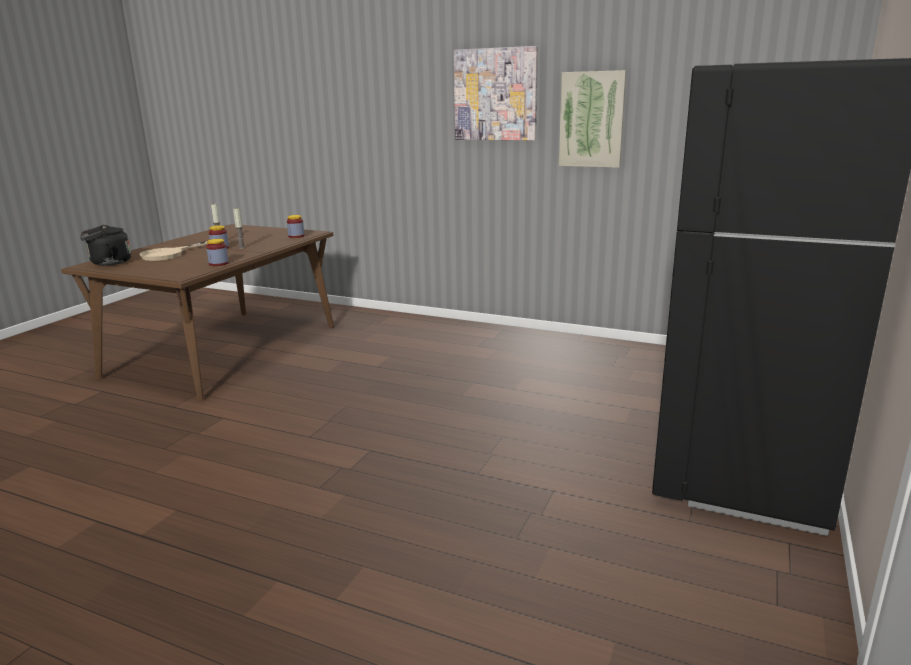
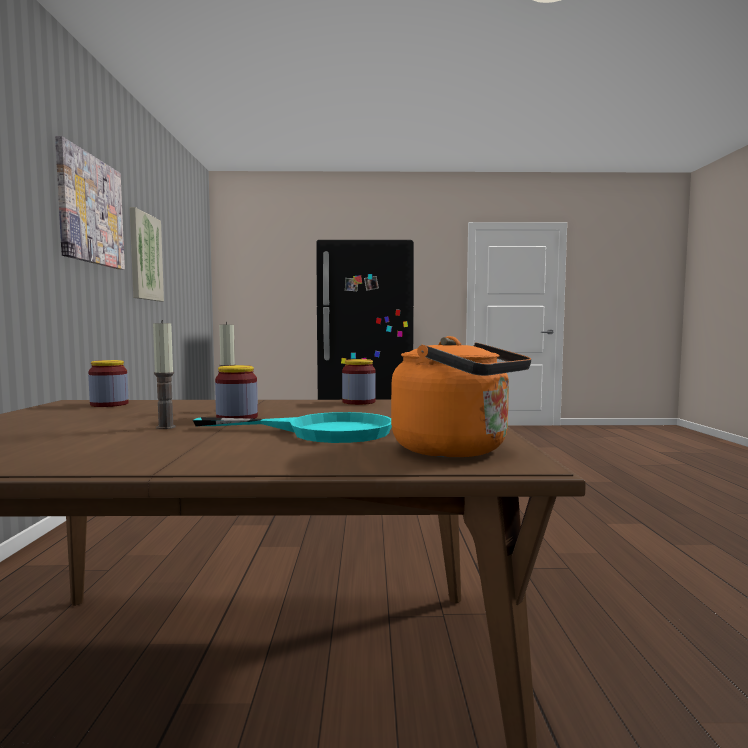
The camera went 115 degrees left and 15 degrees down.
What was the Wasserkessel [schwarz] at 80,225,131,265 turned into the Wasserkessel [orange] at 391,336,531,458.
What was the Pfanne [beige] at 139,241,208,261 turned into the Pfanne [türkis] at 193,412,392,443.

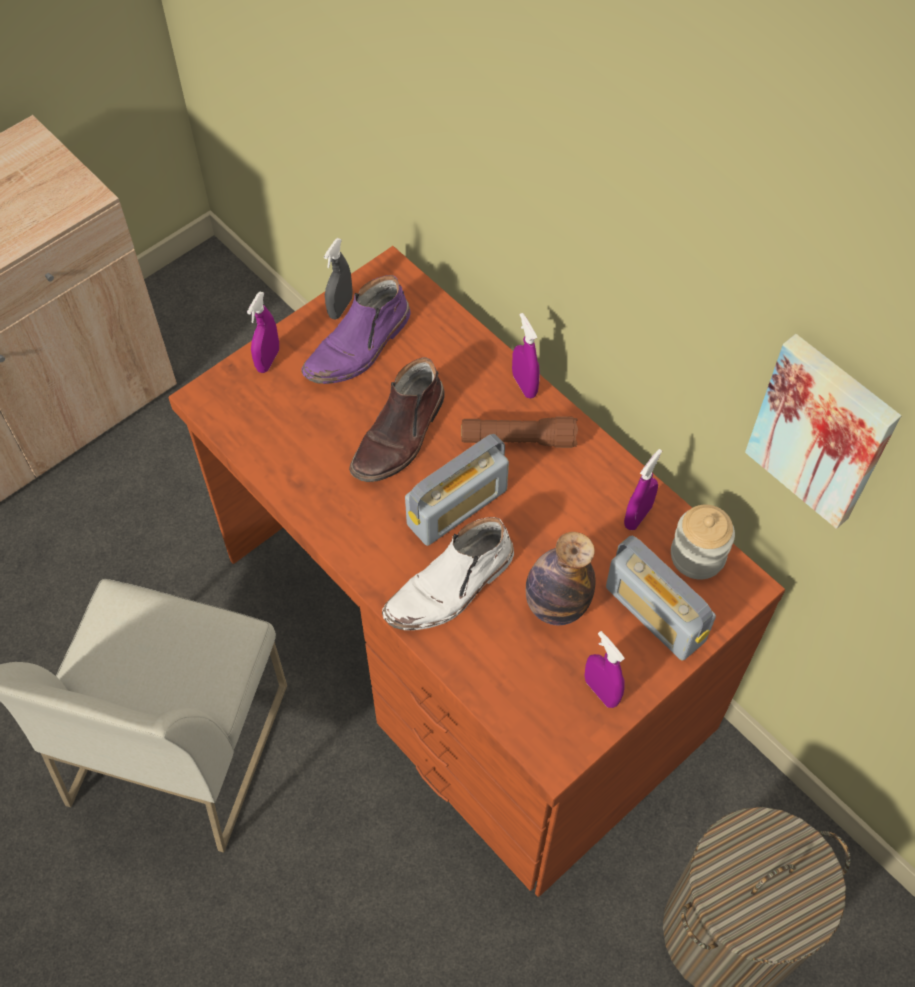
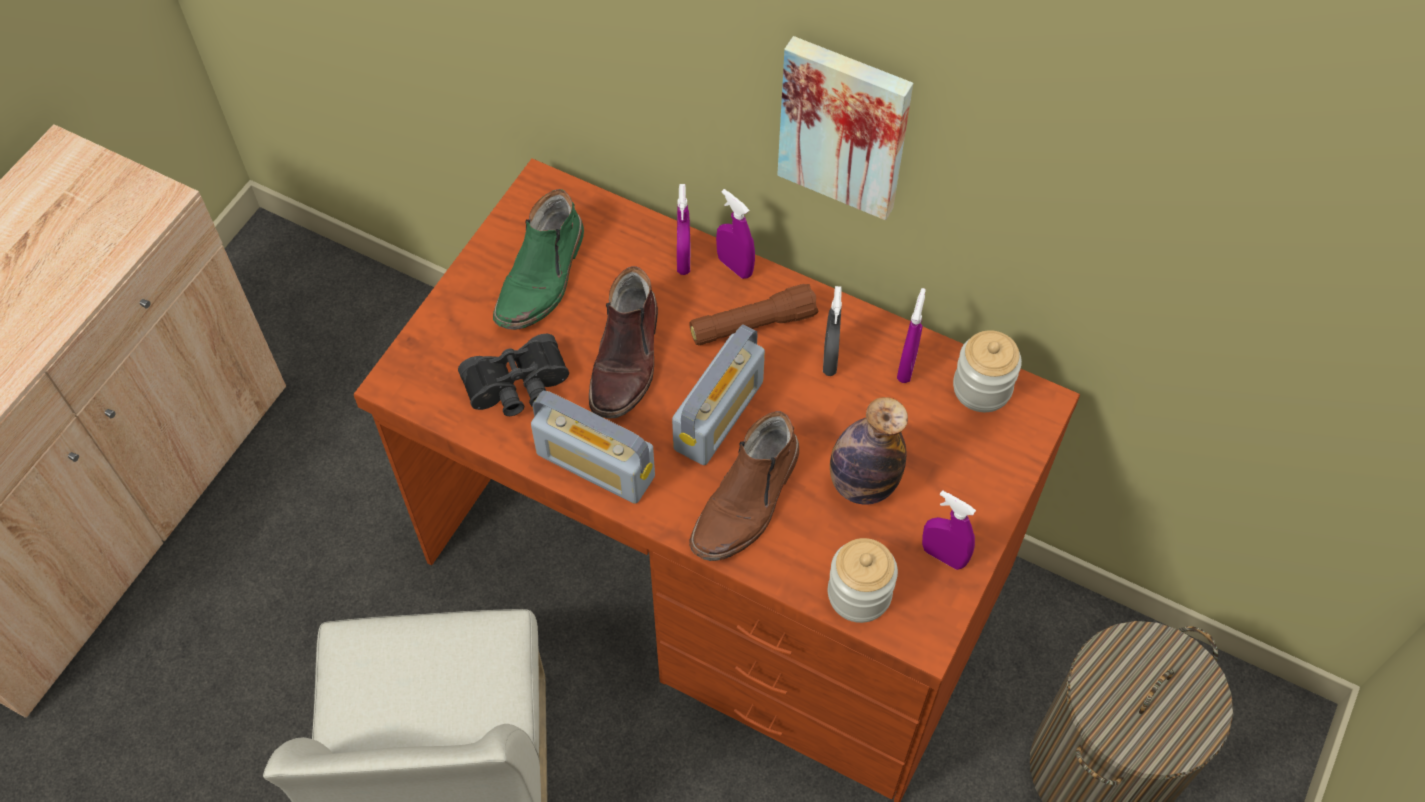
The camera went 20 degrees left and 0 degrees up.
The Sprühflasche [lila] ended up elsewhere, having gone from 247,291,279,373 to 677,184,691,275.
What was the Stiefel [lila] at 301,275,411,384 turned into the Stiefel [grün] at 493,189,584,330.
The Sprühflasche [grau] ended up elsewhere, having gone from 324,238,353,319 to 823,286,842,376.
What was the Stiefel [weiß] at 382,517,514,630 turned into the Stiefel [braun] at 689,411,799,561.
The Radio ended up elsewhere, having gone from 606,536,716,661 to 531,391,655,504.
The Bild ended up elsewhere, having gone from 745,334,901,529 to 777,36,913,220.
The second view gained the Fernglas [schwarz] at 458,334,569,416.
The second view gained the Vorratsglas at 828,538,898,623.

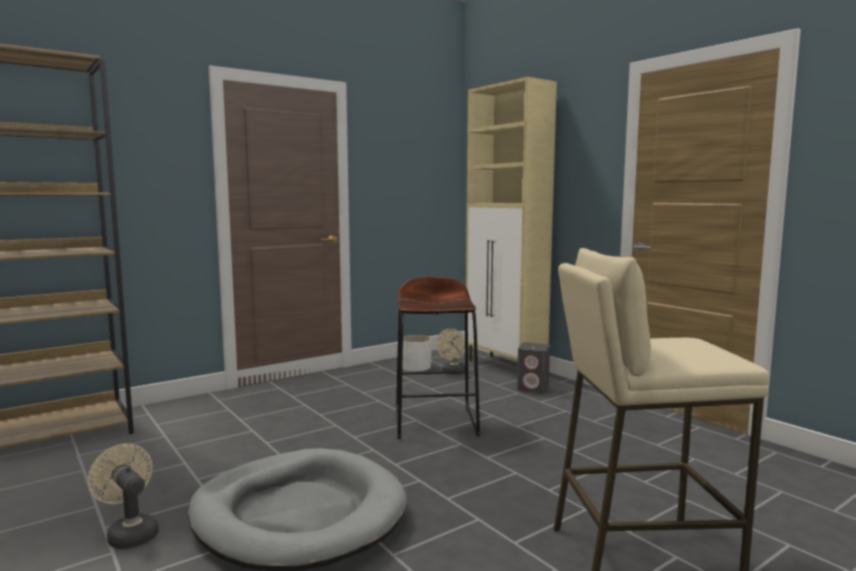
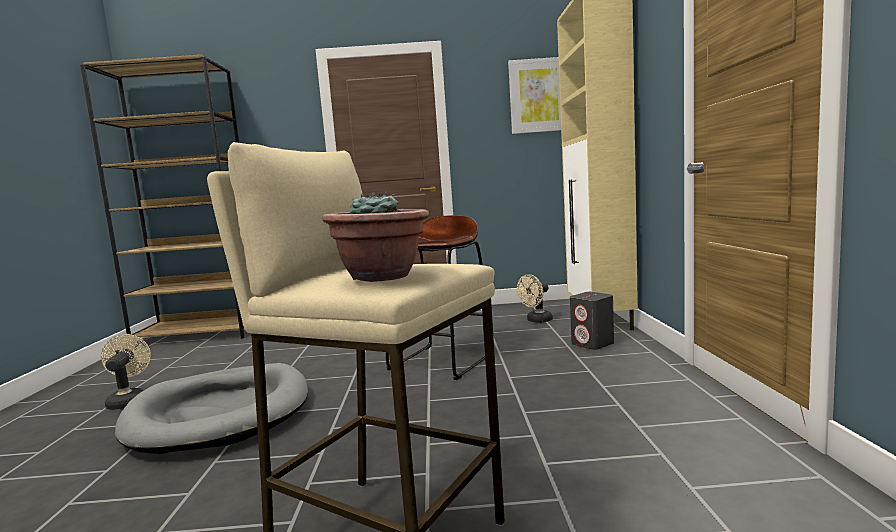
The camera went 35 degrees right and 0 degrees up.
The second view lost the Pflanzkübel [weiß] at 402,335,432,372.
The second view gained the Topfpflanze at 322,191,429,282.
The second view gained the Bild at 508,57,561,134.

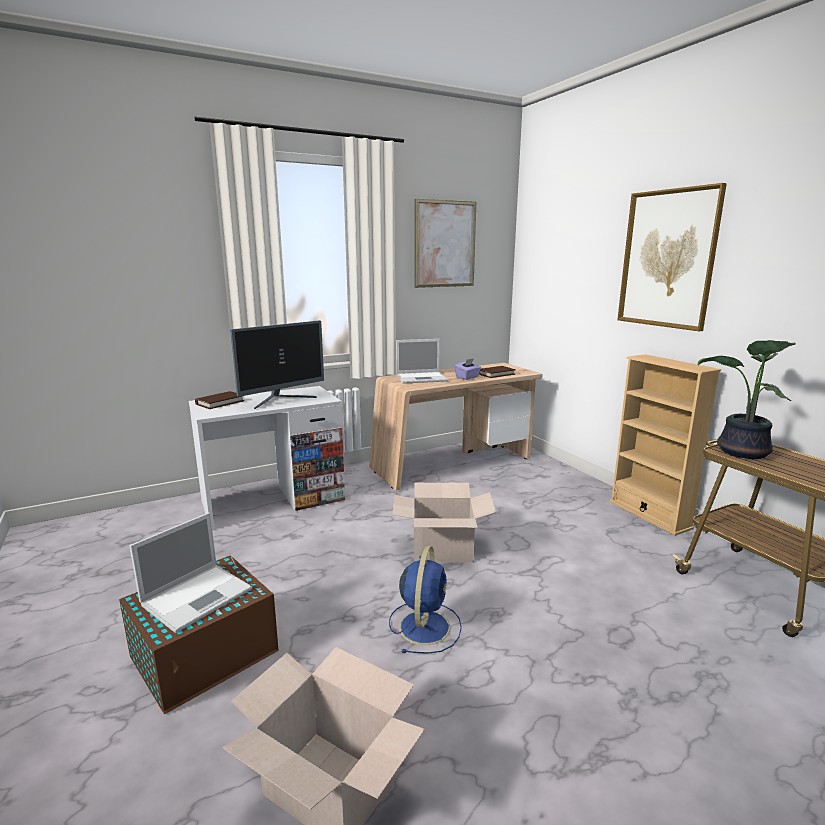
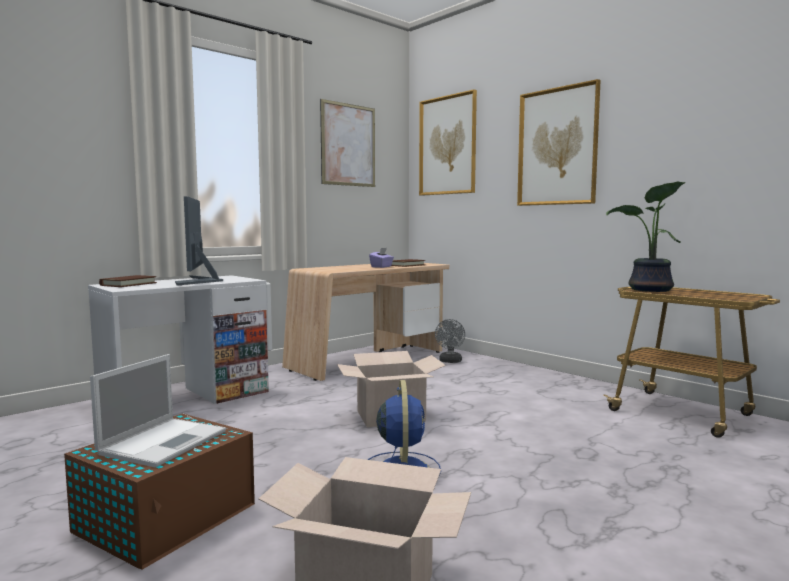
The camera went 15 degrees left and 10 degrees down.
The Monitor at 230,321,324,410 ended up facing another way, 135 degrees clockwise from before.
The second view lost the Laptop at 396,339,448,384.
The second view lost the Bücherregal [beige] at 609,354,721,536.
The second view gained the Bild at 419,89,477,196.
The second view gained the Ventilator [grau] at 435,319,465,363.

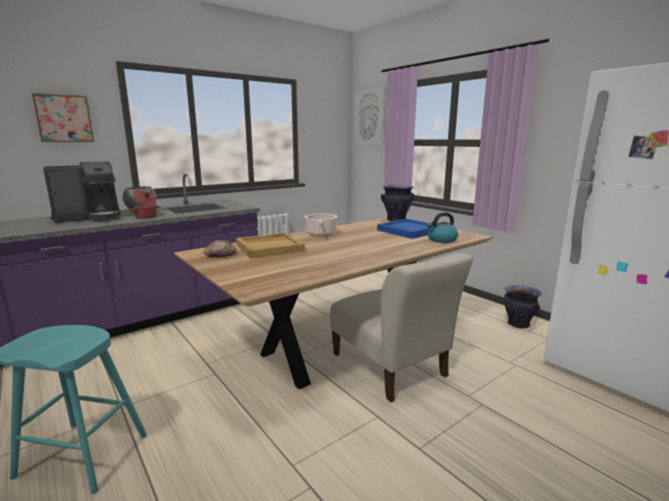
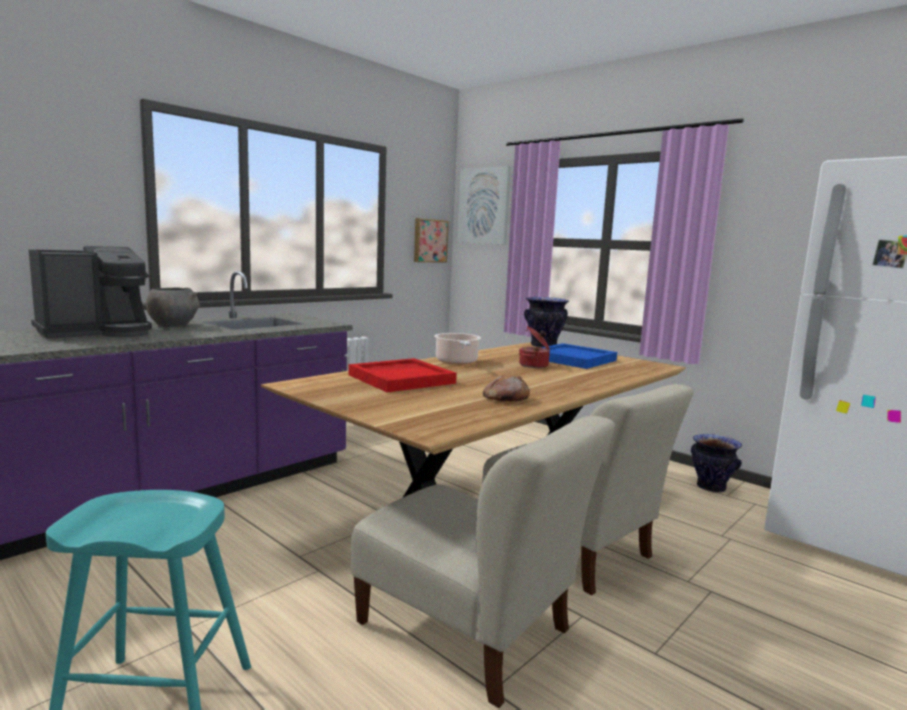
The camera went 10 degrees left and 5 degrees down.
The Bild ended up elsewhere, having gone from 32,93,94,142 to 414,218,449,263.
The Kochtopf ended up elsewhere, having gone from 130,190,160,219 to 519,326,550,368.
The Brot ended up elsewhere, having gone from 203,240,237,257 to 483,376,530,402.
What was the Tablett [beige] at 236,233,305,259 turned into the Tablett [rot] at 348,358,457,393.
The second view lost the Wasserkessel at 427,212,458,243.
The second view gained the Stuhl [beige] at 351,416,615,708.

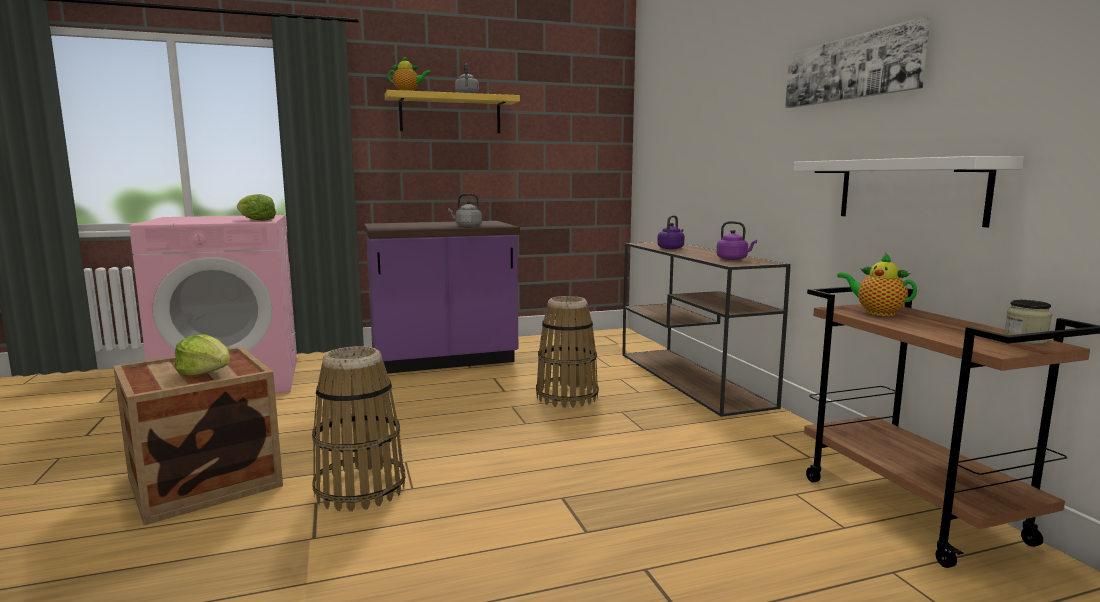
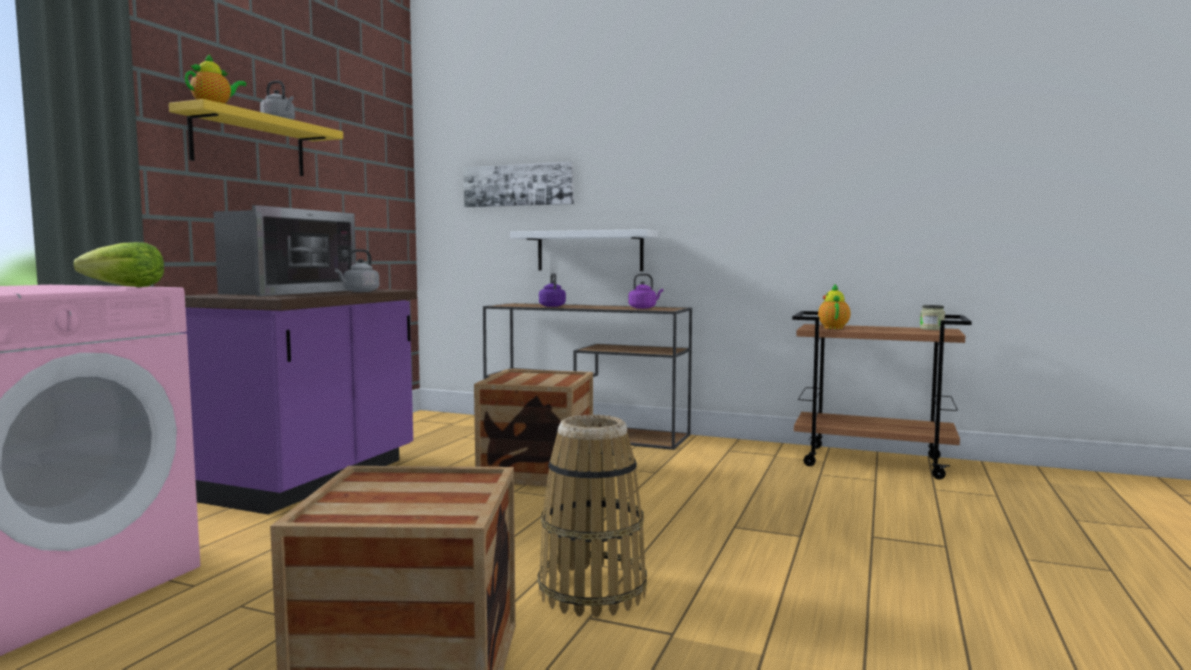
The camera went 50 degrees left and 5 degrees down.
The second view lost the Salatkopf at 175,334,230,376.
Where the Korb stood at 536,296,599,408, the Kiste came to stand at 474,369,593,487.
The Bild ended up elsewhere, having gone from 785,17,930,108 to 464,162,574,207.
The Wandregal [weiß] ended up elsewhere, having gone from 793,156,1024,228 to 510,229,658,271.
The Teekanne at 837,252,917,316 ended up facing another way, 105 degrees clockwise from before.
The second view gained the Mikrowelle at 213,205,356,296.

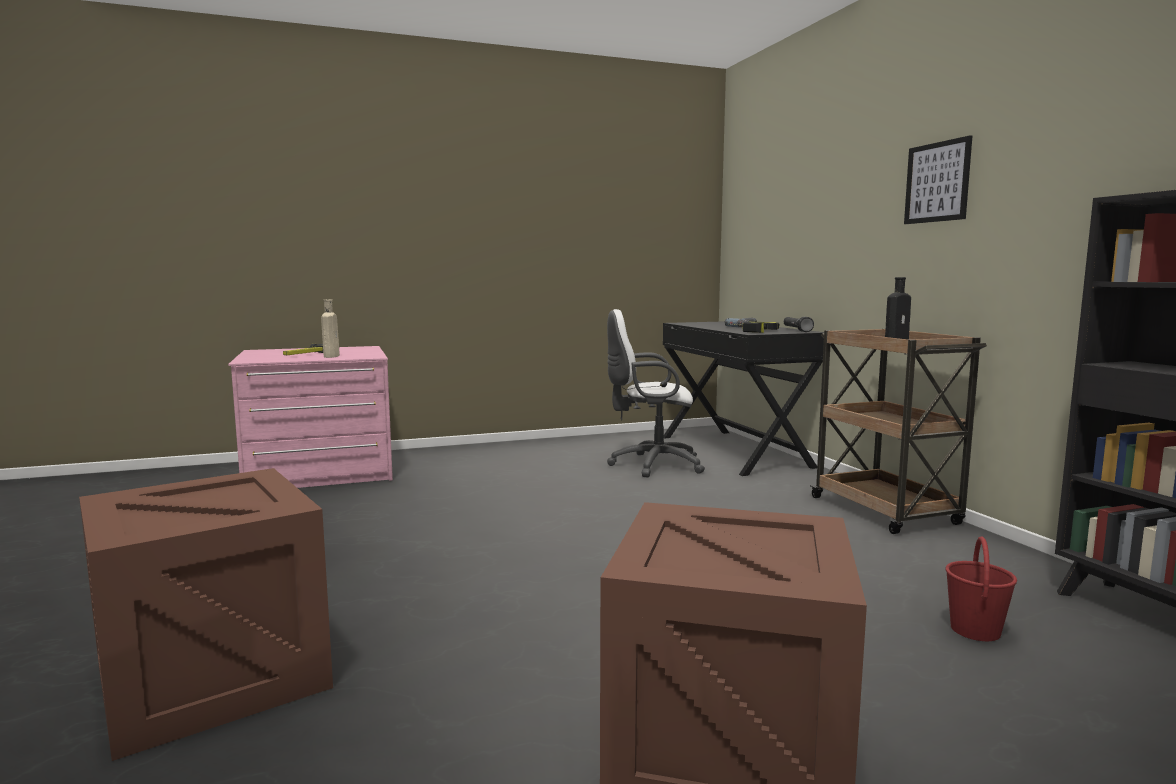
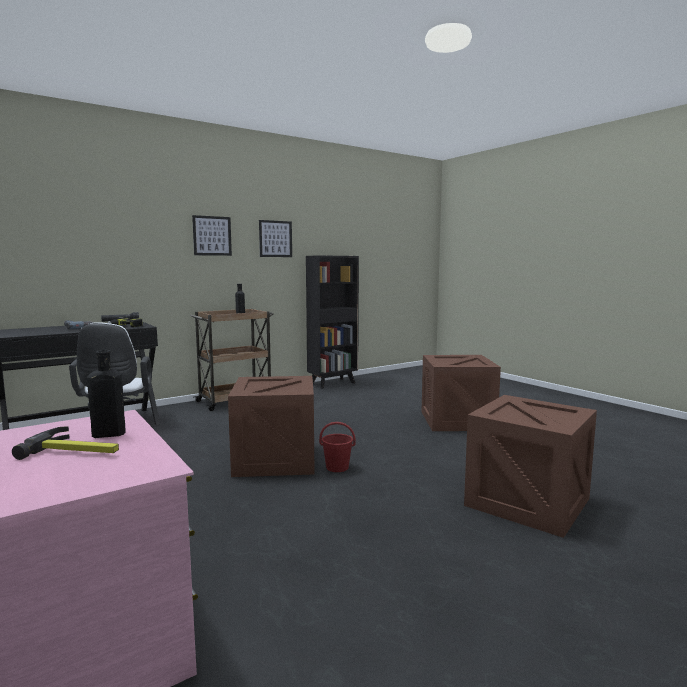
The camera went 105 degrees left and 0 degrees up.
What was the Flasche [beige] at 321,299,340,358 turned into the Flasche [schwarz] at 87,350,126,438.
The Eimer [rot] ended up elsewhere, having gone from 946,537,1017,641 to 319,422,356,472.
The second view gained the Kiste at 228,376,315,477.
The second view gained the Bild at 259,220,292,257.

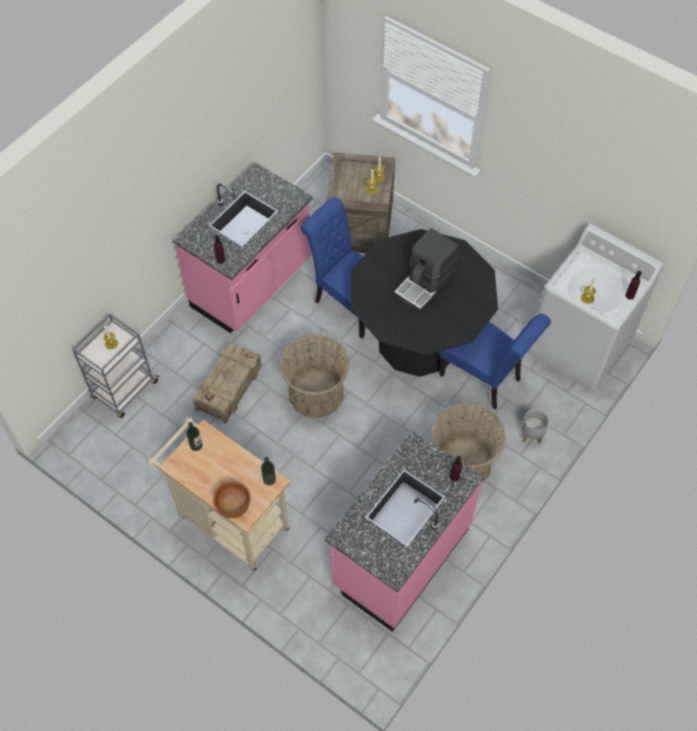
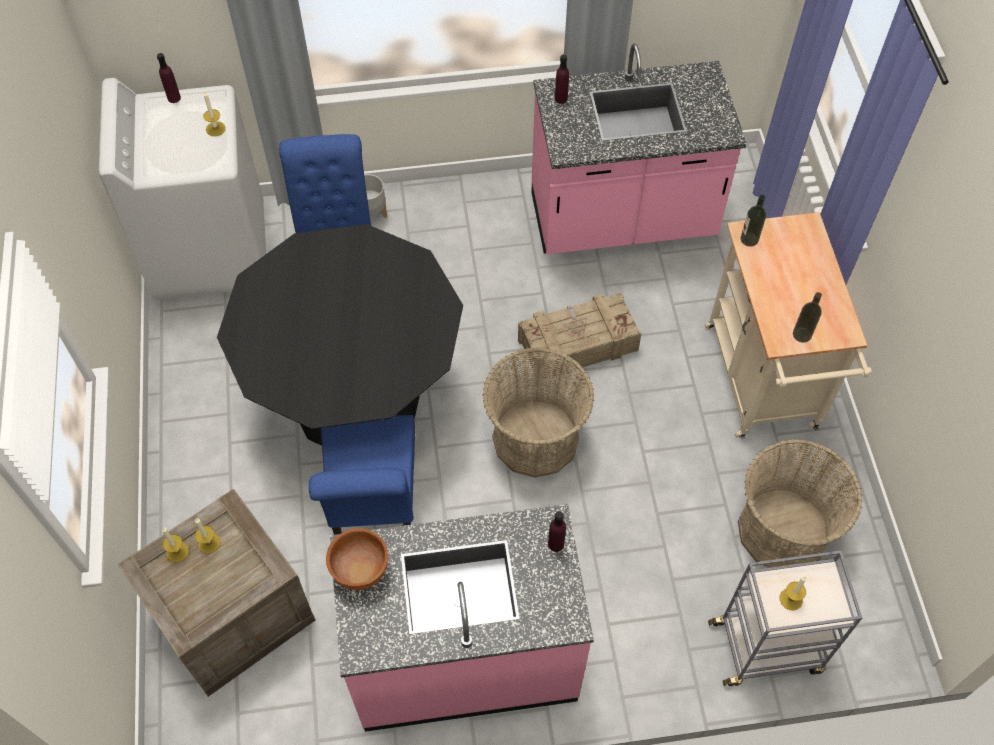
The camera went 135 degrees left and 0 degrees up.
The Kiste ended up elsewhere, having gone from 193,342,262,423 to 518,293,642,381.
The Schüssel [braun] ended up elsewhere, having gone from 213,481,251,518 to 326,528,388,590.
The second view lost the Kaffeemaschine at 393,228,458,312.
The Korb ended up elsewhere, having gone from 432,403,506,482 to 738,439,862,568.

